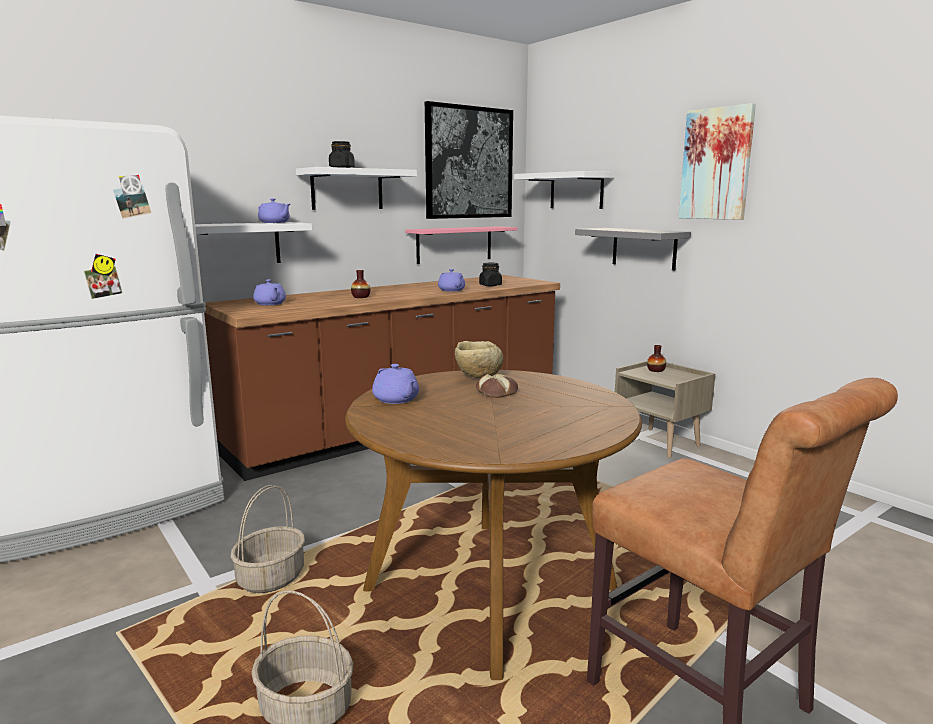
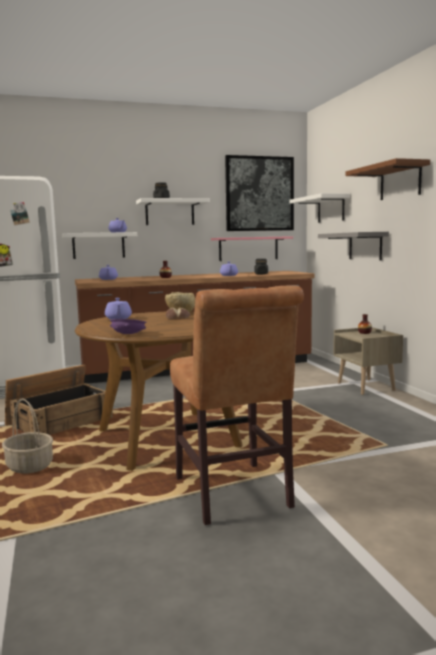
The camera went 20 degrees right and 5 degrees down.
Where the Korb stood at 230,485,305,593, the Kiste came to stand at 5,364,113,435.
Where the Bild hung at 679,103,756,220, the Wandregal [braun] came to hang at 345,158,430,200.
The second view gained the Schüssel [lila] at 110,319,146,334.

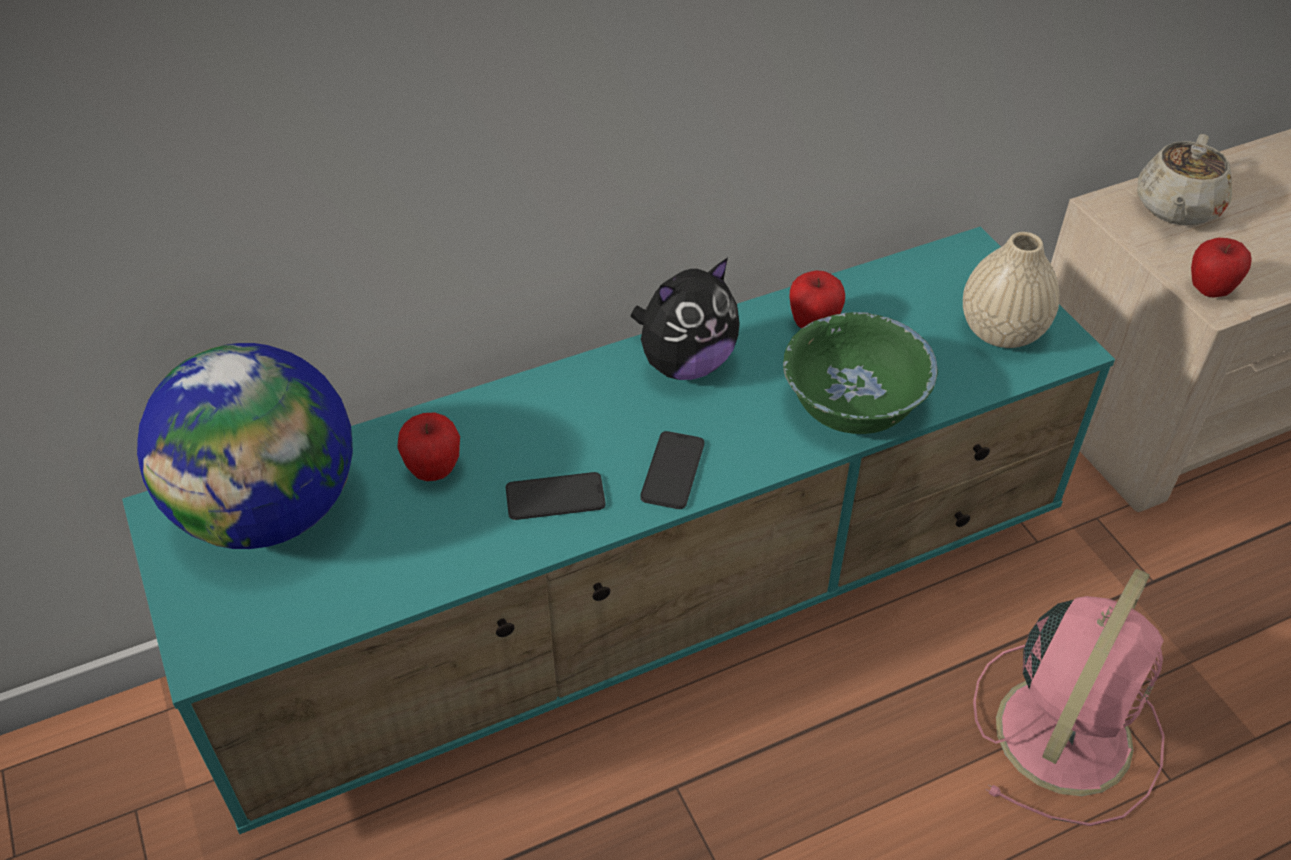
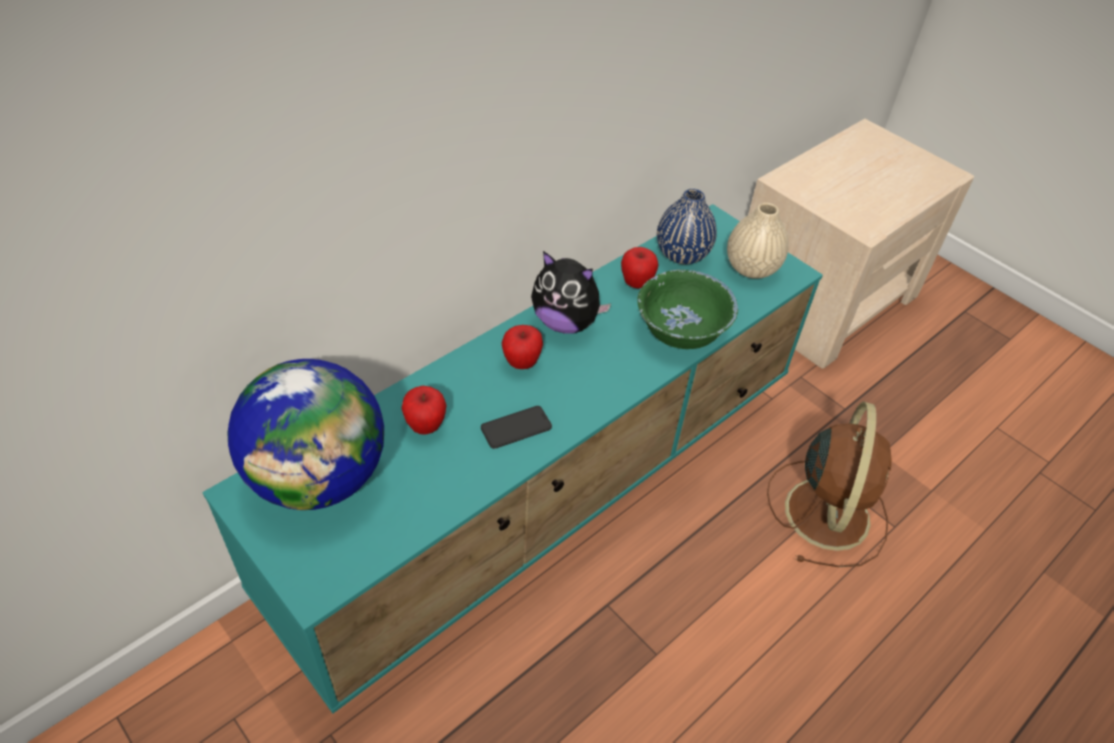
The camera went 20 degrees left and 0 degrees up.
The Plüschtier at 631,257,740,380 ended up facing another way, 75 degrees clockwise from before.
The second view lost the Handy at 640,431,704,509.
What was the Ventilator [rosa] at 973,568,1165,826 turned into the Ventilator [braun] at 767,402,892,567.
The second view lost the Teekanne [beige] at 1137,134,1232,226.
The Apfel ended up elsewhere, having gone from 1191,238,1252,298 to 501,325,543,369.
The second view gained the Vase [blau] at 657,189,717,264.

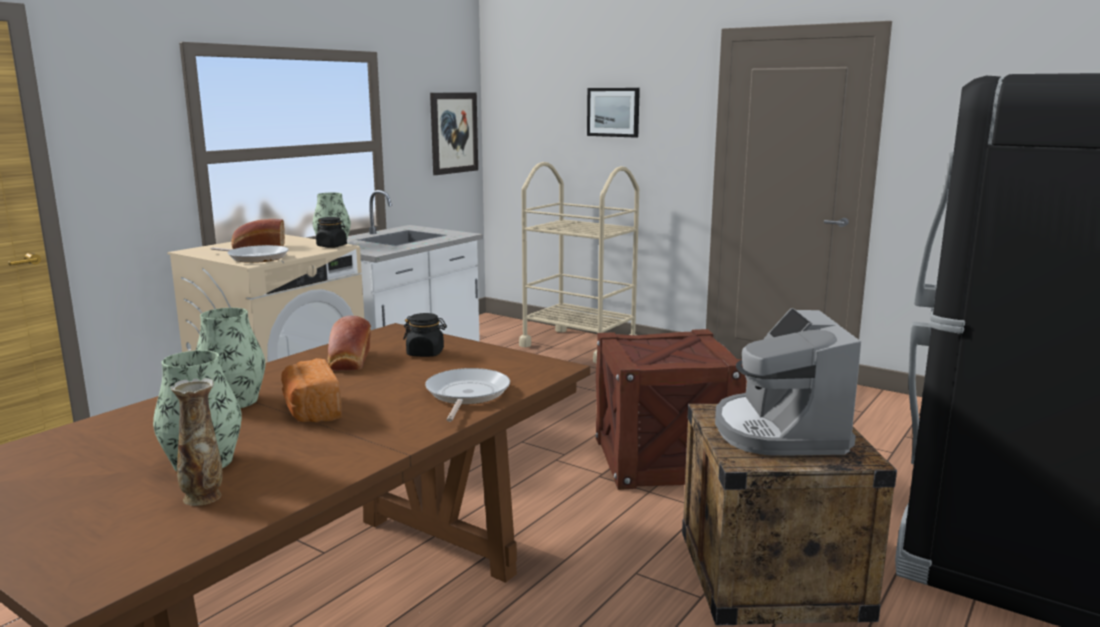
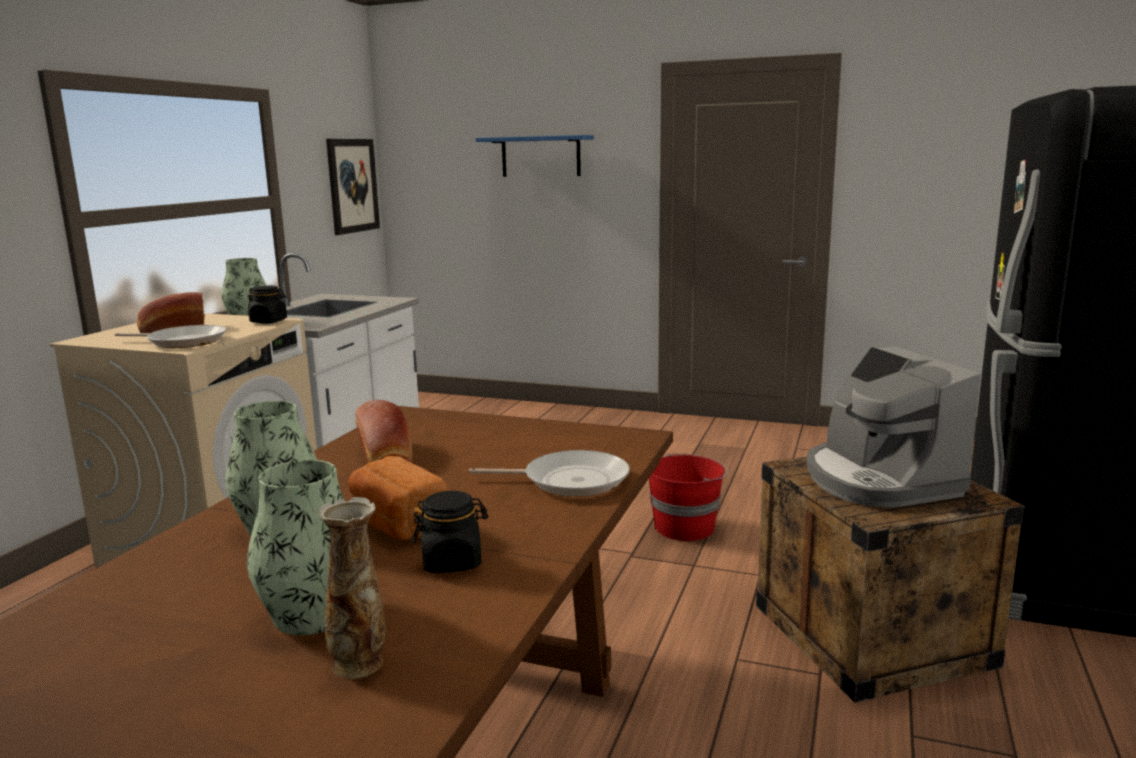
The camera went 15 degrees left and 0 degrees up.
The Vorratsglas [schwarz] ended up elsewhere, having gone from 403,313,447,357 to 413,491,488,573.
The Pfanne at 425,368,510,422 ended up facing another way, 105 degrees clockwise from before.
The second view lost the Rollwagen [beige] at 519,162,639,363.
Where the Bild hung at 587,88,640,138, the Wandregal [blau] came to hang at 476,135,594,177.
Where the Kiste stood at 596,329,747,490, the Eimer [rot] came to stand at 649,454,729,541.

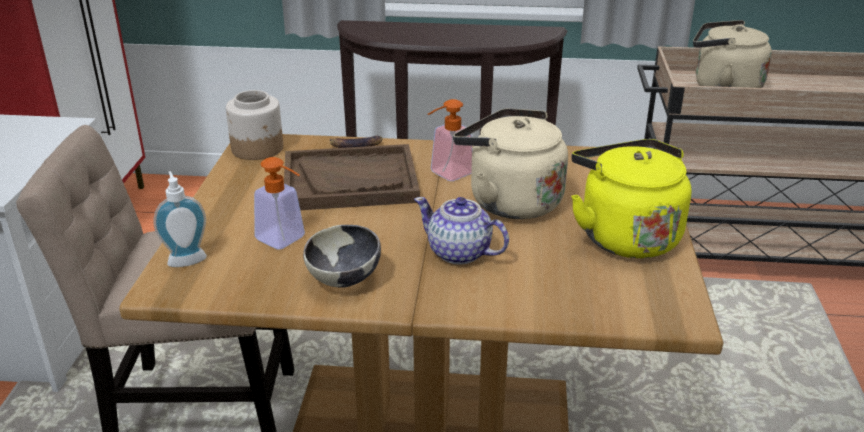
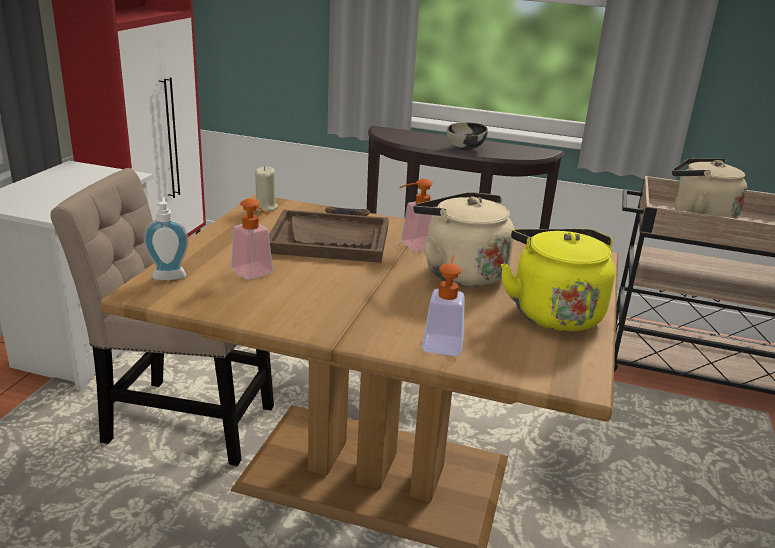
The camera went 10 degrees right and 5 degrees down.
Where the Vorratsglas stood at 226,90,283,160, the Kerze [beige] came to stand at 255,166,278,211.
The Schüssel ended up elsewhere, having gone from 303,225,381,287 to 447,122,488,151.
The second view lost the Teekanne at 414,197,509,265.
The second view gained the Seifenspender at 422,255,465,356.

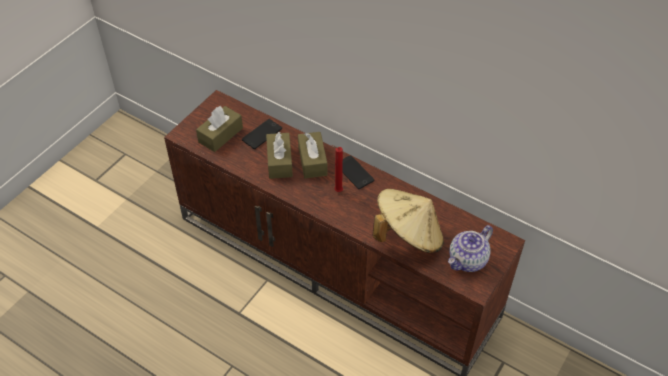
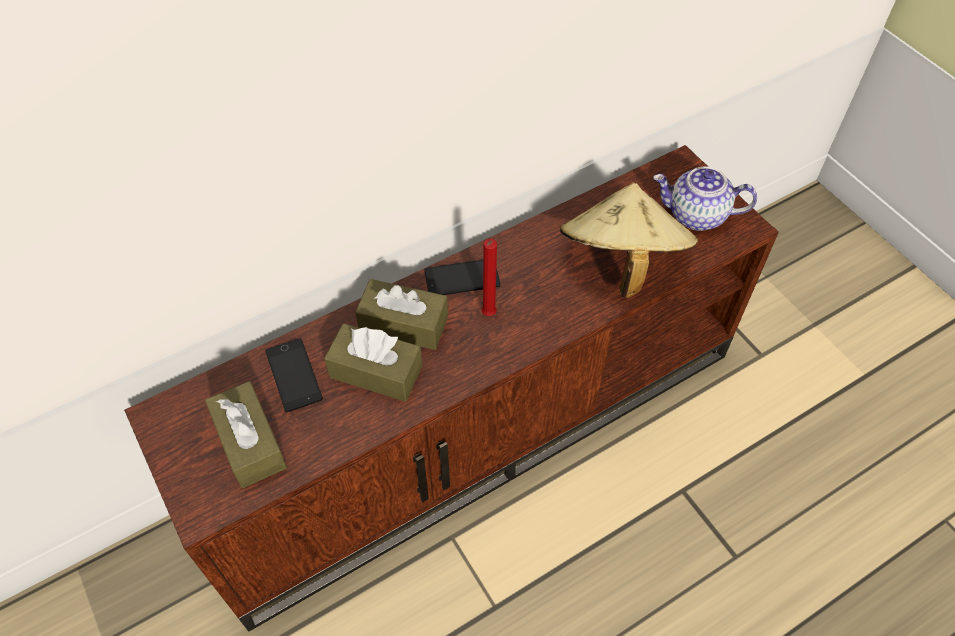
The camera went 65 degrees left and 5 degrees up.
The Teekanne at 448,225,493,272 ended up facing another way, 120 degrees clockwise from before.

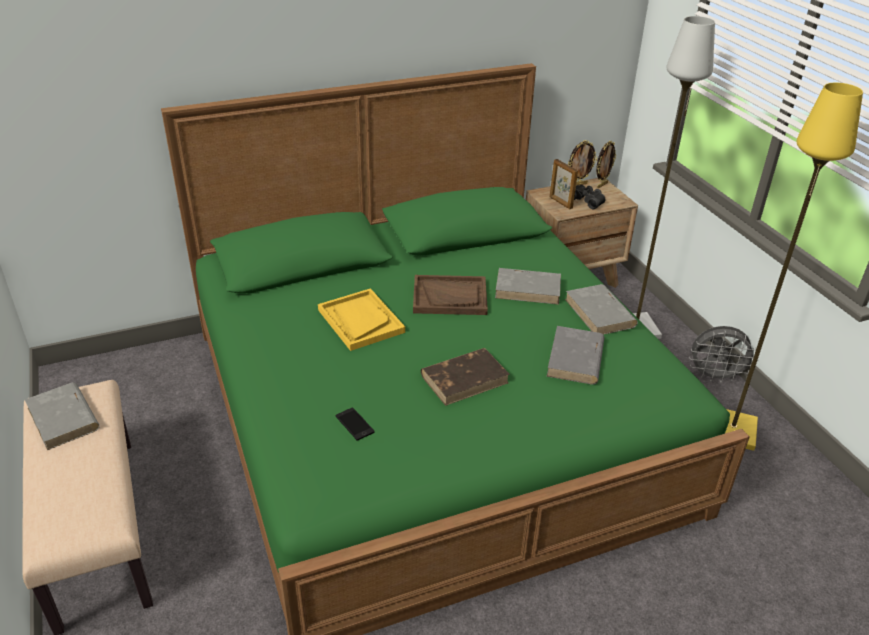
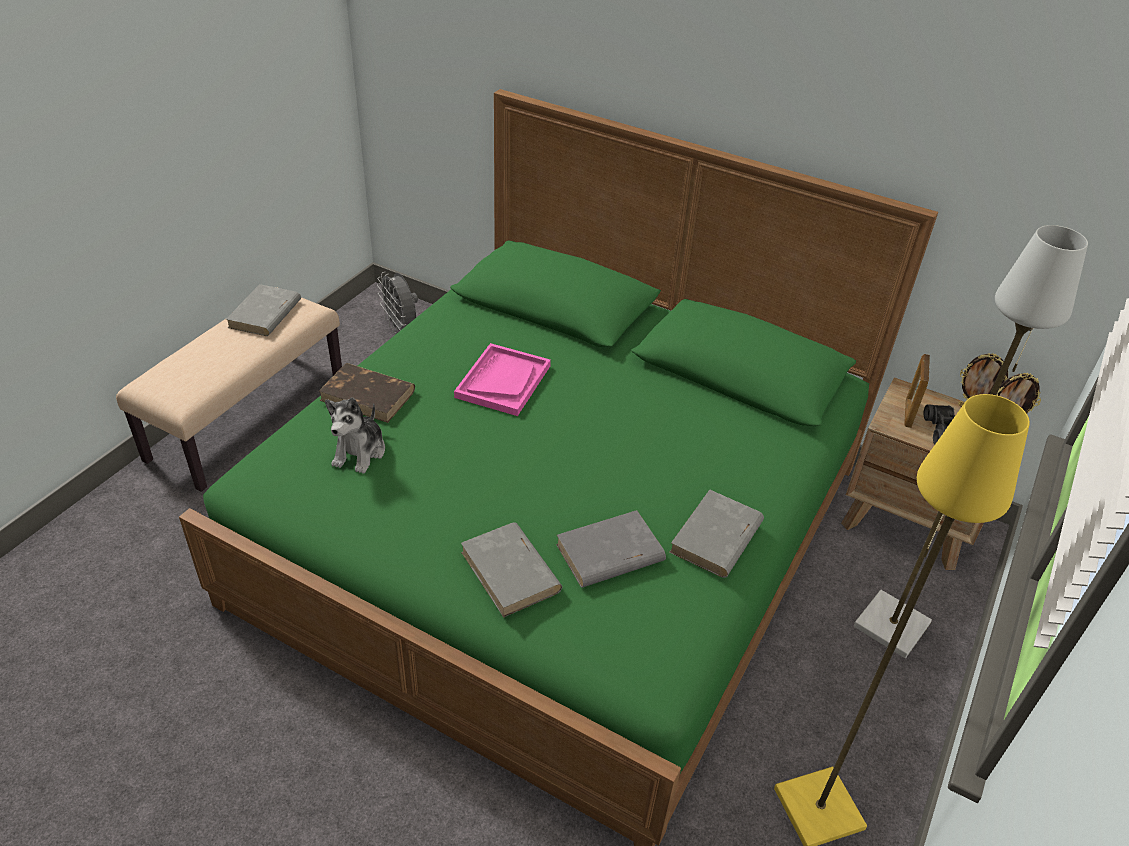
The camera went 50 degrees right and 5 degrees up.
What was the Tablett [gelb] at 318,288,405,351 turned into the Tablett [rosa] at 454,343,551,416.
Where the Handy stood at 336,408,374,441, the Plüschtier came to stand at 325,397,385,474.
The second view lost the Tablett [braun] at 413,275,488,315.
The Buch [braun] ended up elsewhere, having gone from 421,348,510,406 to 319,363,415,423.
The Buch [grau] ended up elsewhere, having gone from 495,268,561,305 to 461,522,562,618.
The Ventilator [grau] ended up elsewhere, having gone from 689,326,756,383 to 377,272,418,333.

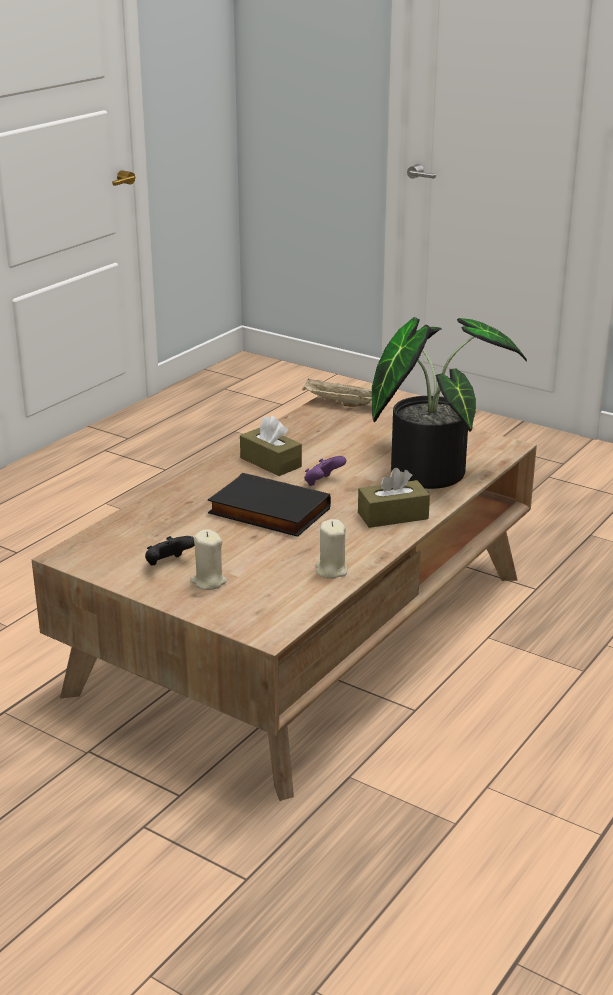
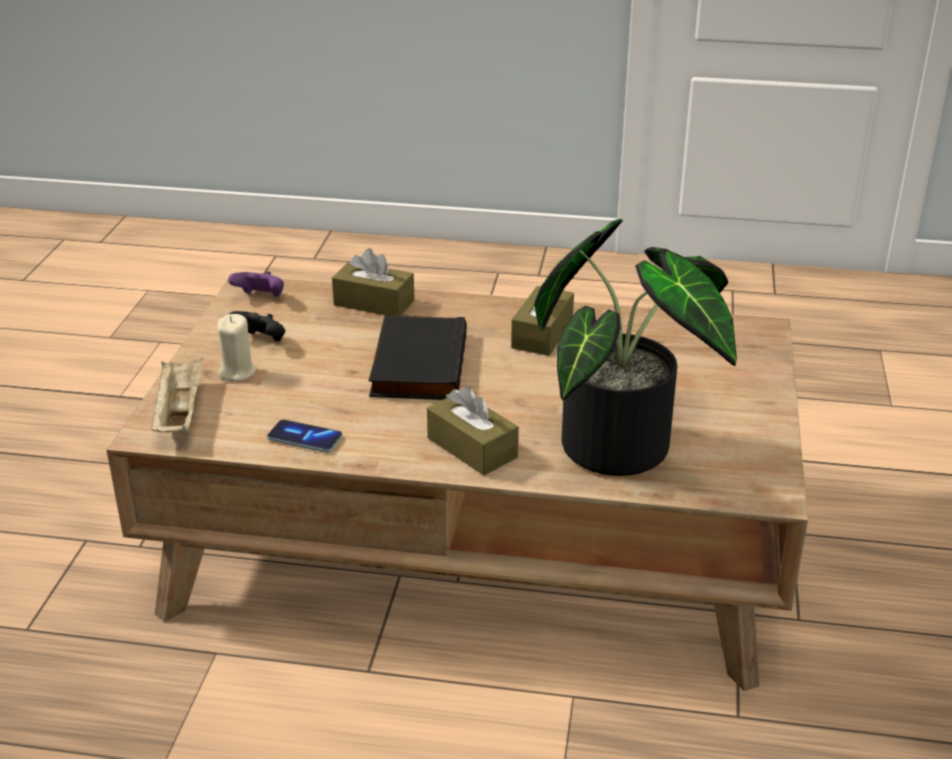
The camera went 65 degrees right and 5 degrees up.
The Tablett [beige] ended up elsewhere, having gone from 302,379,372,407 to 151,357,203,432.
The Gamepad [lila] ended up elsewhere, having gone from 304,456,347,486 to 228,271,284,297.
Where the Kerze [beige] stood at 316,519,347,579, the Handy came to stand at 267,420,342,453.
The second view gained the Taschentuchbox [braun] at 332,248,415,316.

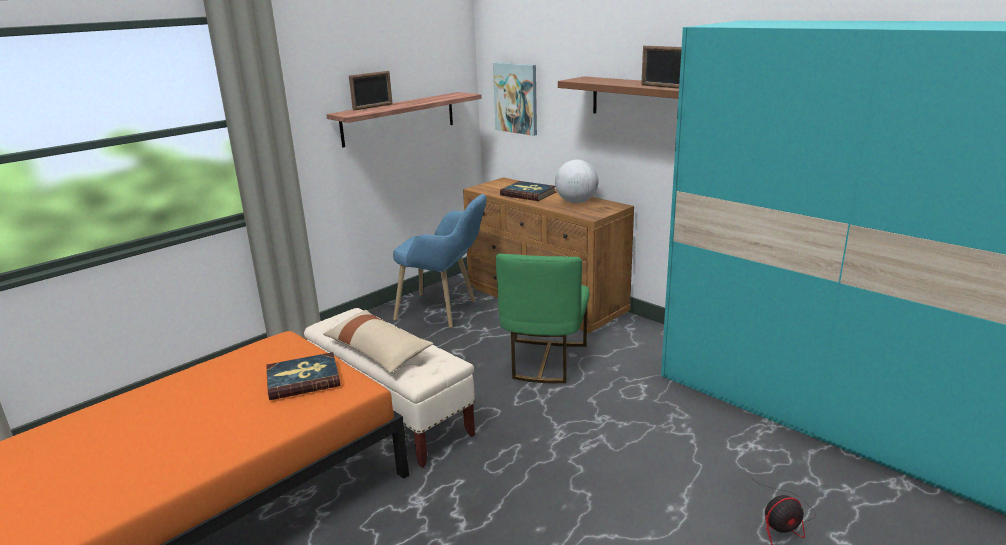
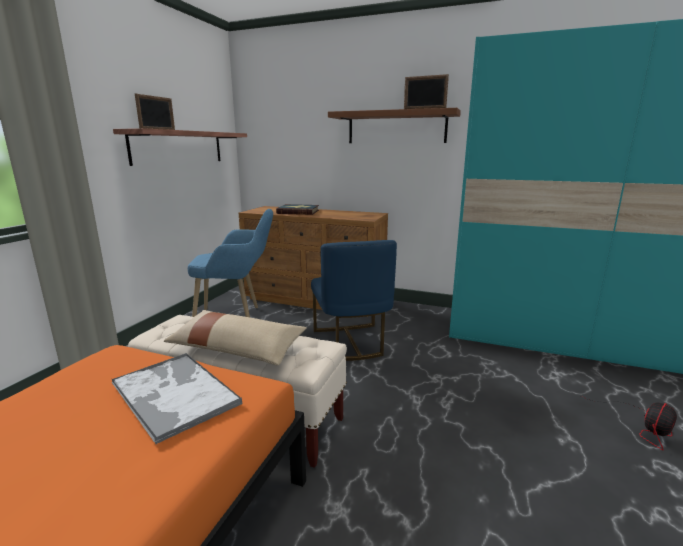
The camera went 25 degrees left and 5 degrees down.
Where the Buch stood at 266,352,341,400, the Tablett came to stand at 112,353,243,444.
The second view lost the Bild at 493,62,537,136.
What was the Stuhl [grün] at 496,254,589,383 turned into the Stuhl [blau] at 311,240,397,361.
The second view lost the Globus at 555,160,598,203.

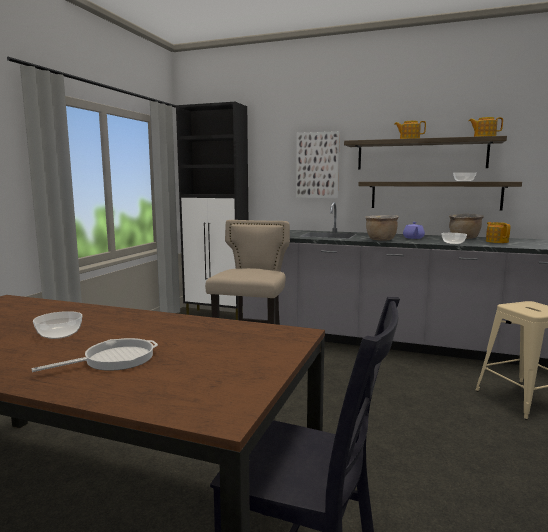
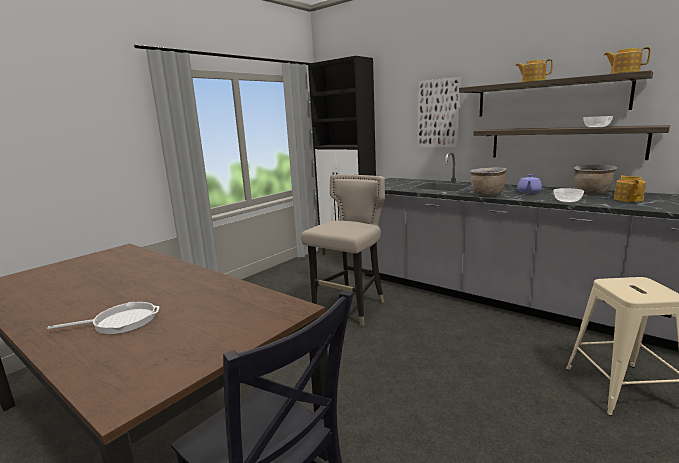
The camera went 20 degrees right and 5 degrees up.
The second view lost the Schüssel at 33,311,82,339.

